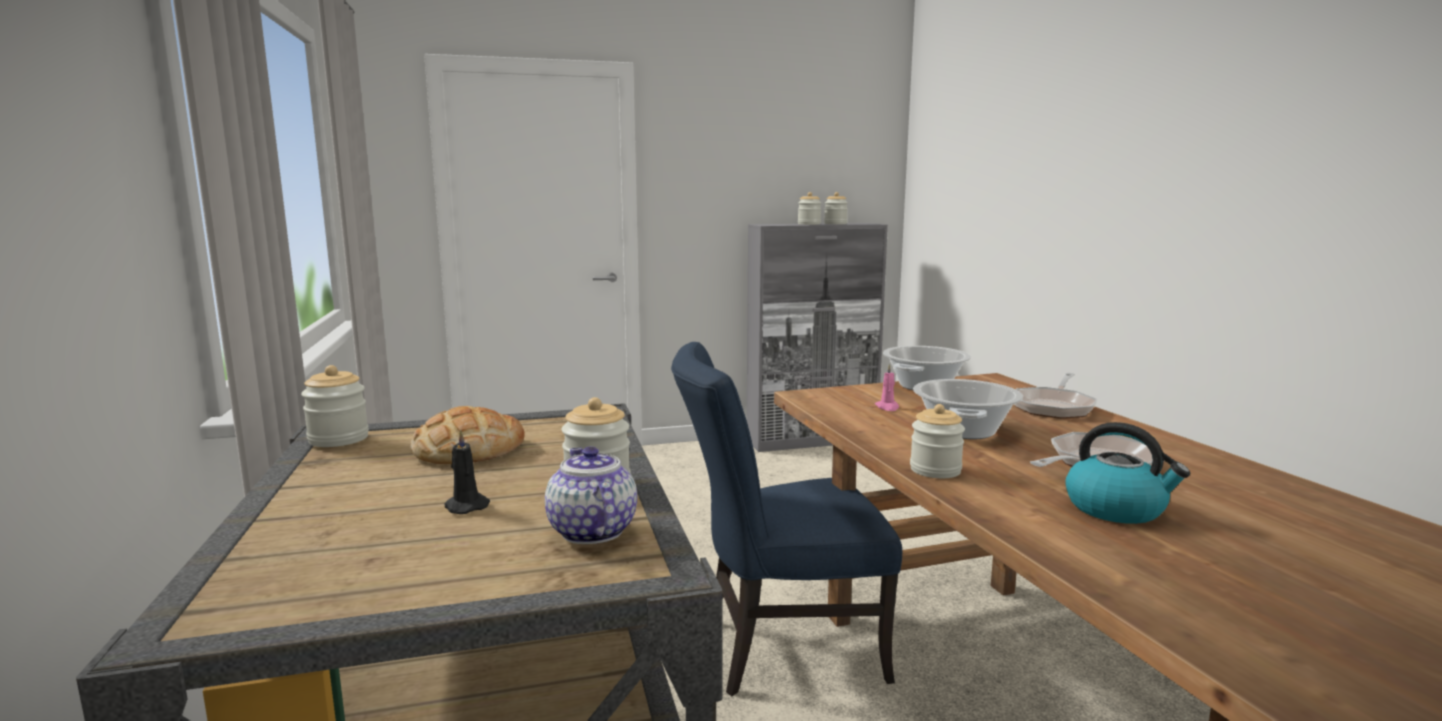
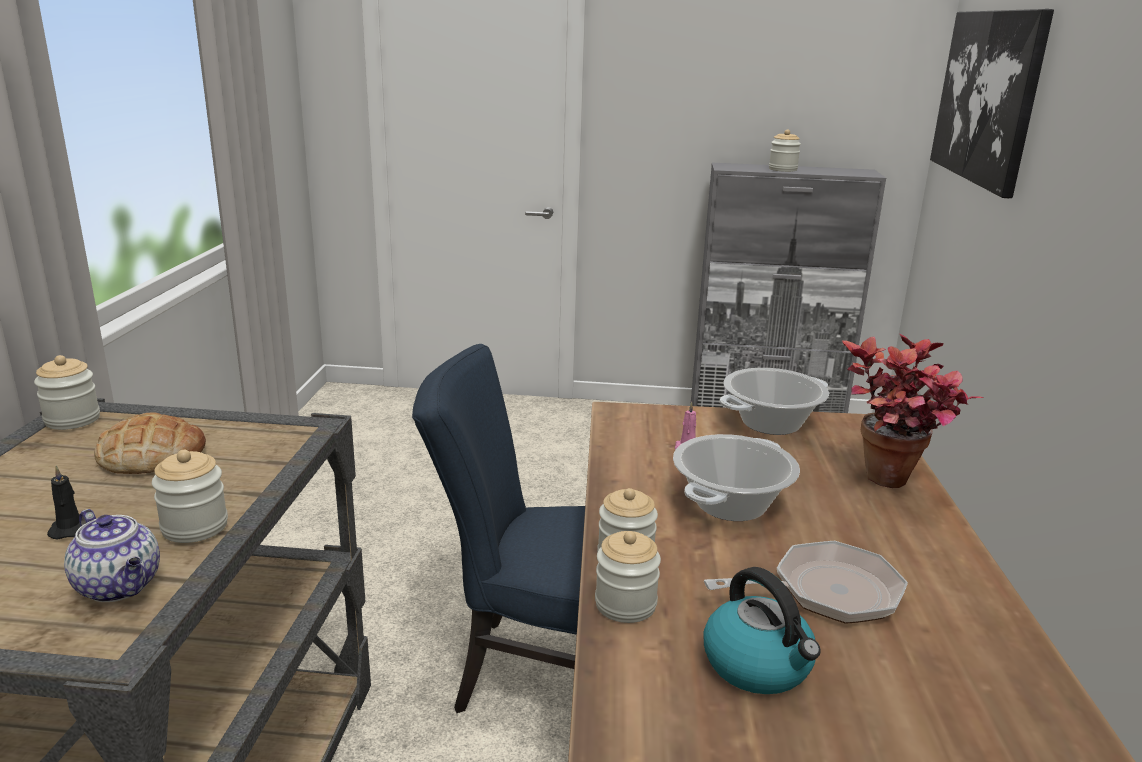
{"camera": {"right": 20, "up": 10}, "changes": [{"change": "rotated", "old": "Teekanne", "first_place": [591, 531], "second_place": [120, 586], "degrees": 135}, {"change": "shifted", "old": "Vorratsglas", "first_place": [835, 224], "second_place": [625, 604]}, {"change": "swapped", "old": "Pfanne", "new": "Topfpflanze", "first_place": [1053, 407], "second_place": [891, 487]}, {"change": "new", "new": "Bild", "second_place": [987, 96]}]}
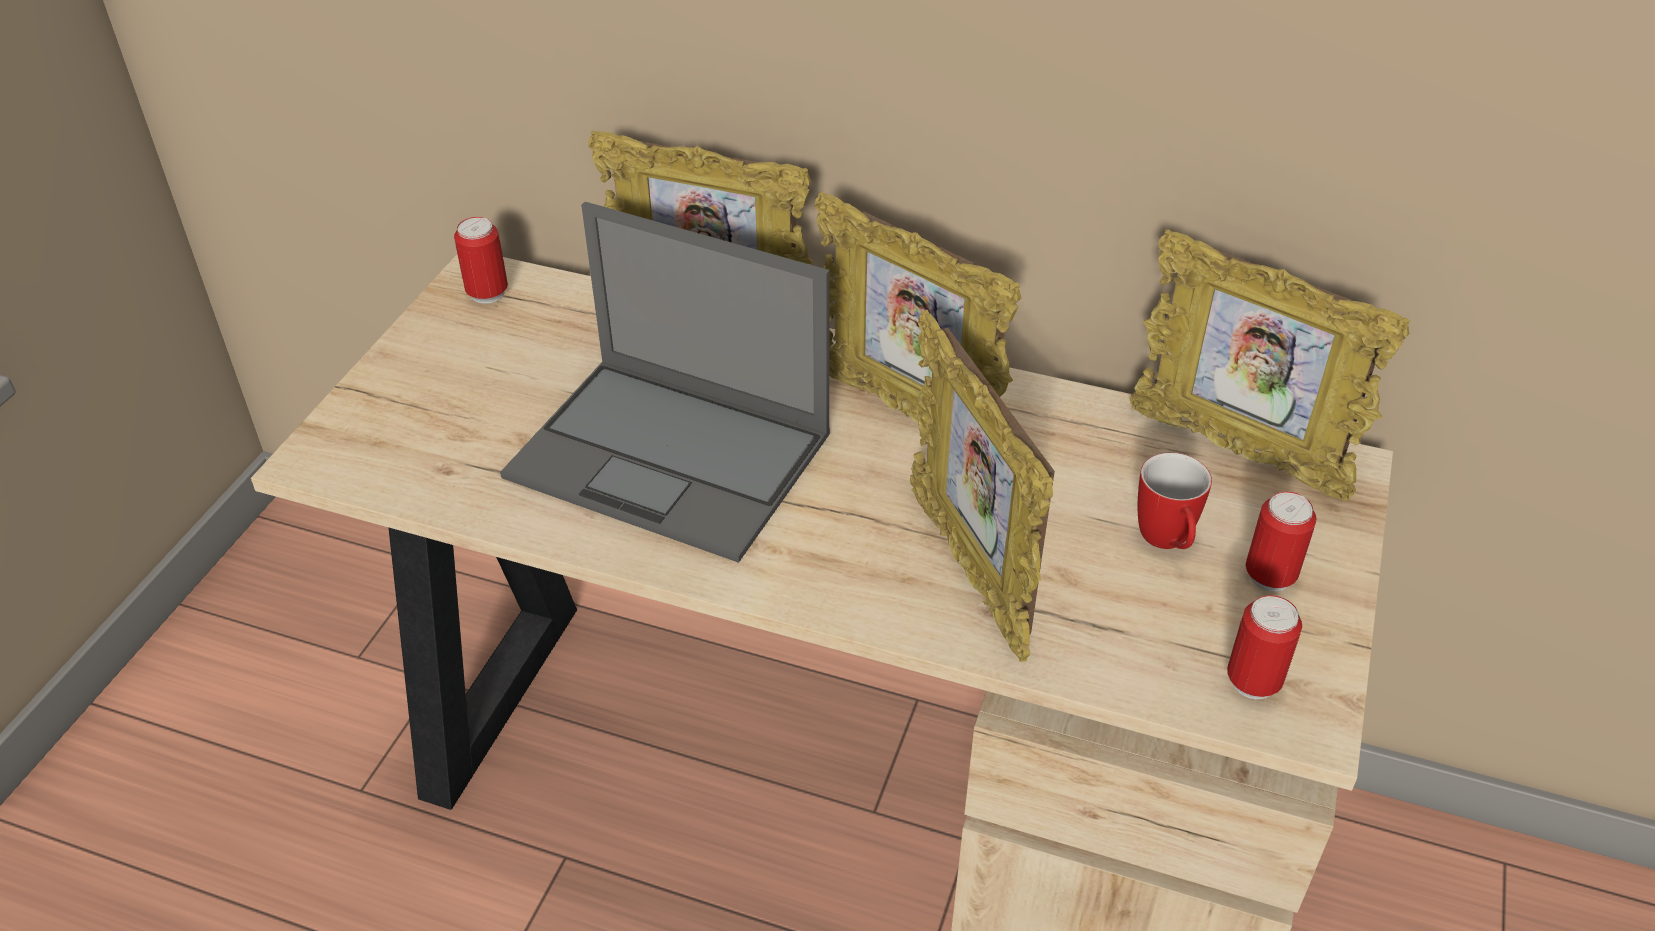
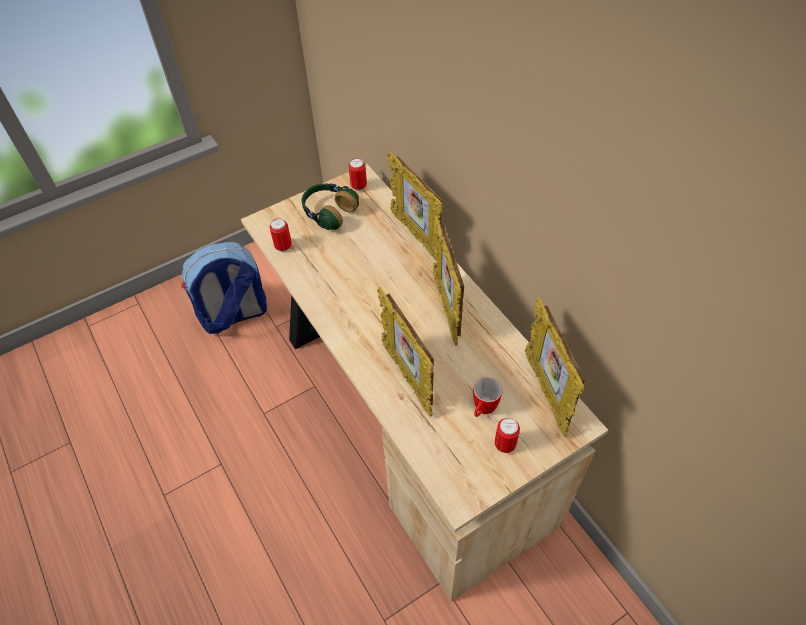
{"camera": {"right": 40, "up": 10}, "changes": [{"change": "new", "new": "Rucksack", "second_place": [234, 315]}, {"change": "shifted", "old": "Dose", "first_place": [1253, 682], "second_place": [283, 246]}, {"change": "new", "new": "Kopfhörer", "second_place": [329, 213]}, {"change": "rotated", "old": "Bilderrahmen", "first_place": [970, 572], "second_place": [408, 378], "degrees": -45}, {"change": "gone", "old": "Laptop", "first_place": [673, 456]}]}
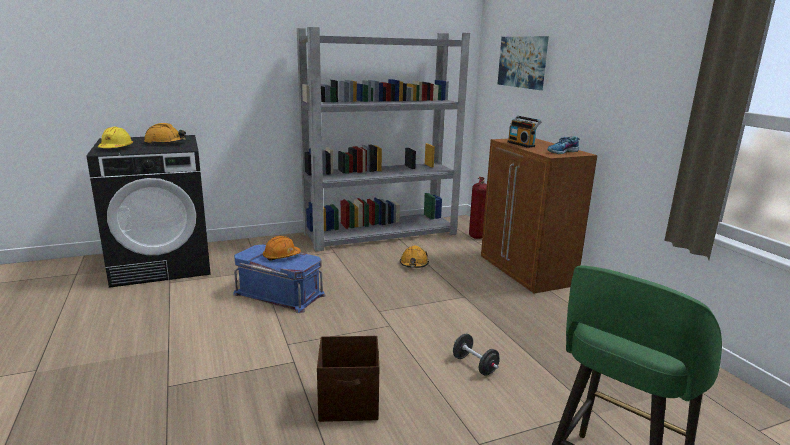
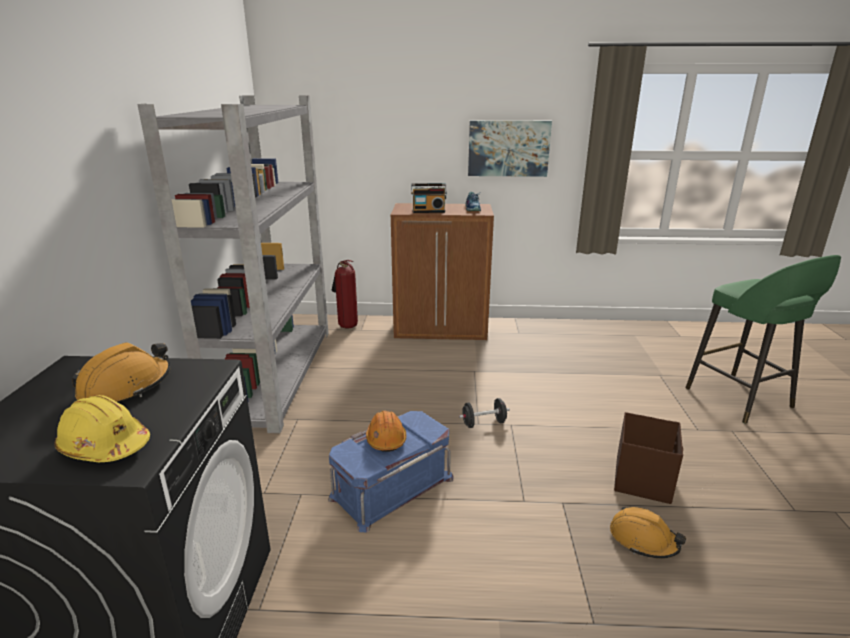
{"camera": {"right": -65, "up": 5}, "changes": [{"change": "shifted", "old": "Hantel [schwarz]", "first_place": [474, 365], "second_place": [483, 423]}, {"change": "shifted", "old": "Bild", "first_place": [523, 62], "second_place": [508, 148]}, {"change": "shifted", "old": "Schutzhelm [orange]", "first_place": [414, 264], "second_place": [643, 540]}]}
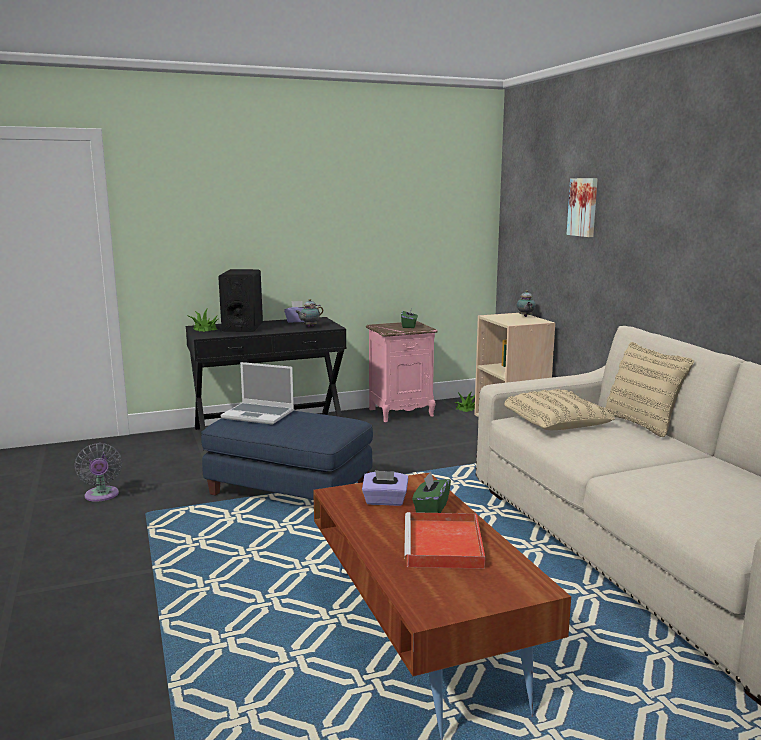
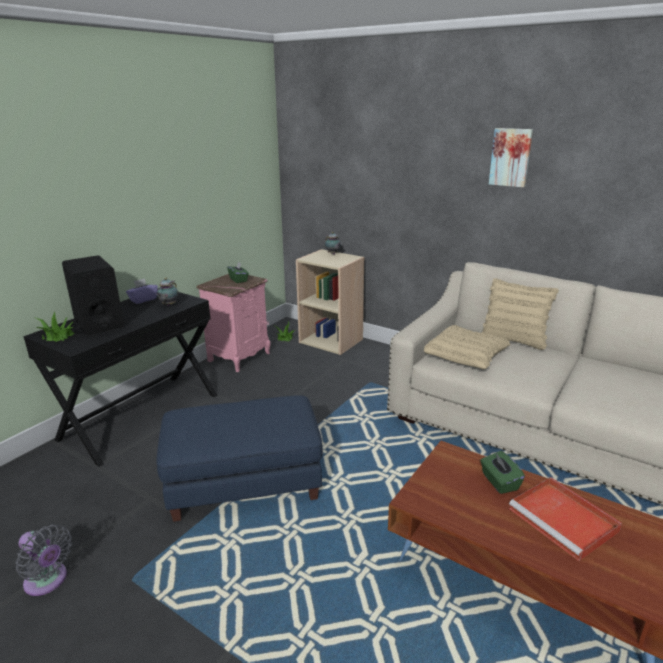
{"camera": {"right": -35, "up": 10}, "changes": [{"change": "shifted", "old": "Bild", "first_place": [583, 207], "second_place": [510, 157]}, {"change": "gone", "old": "Laptop", "first_place": [259, 415]}, {"change": "gone", "old": "Taschentuchbox [lila]", "first_place": [385, 501]}]}
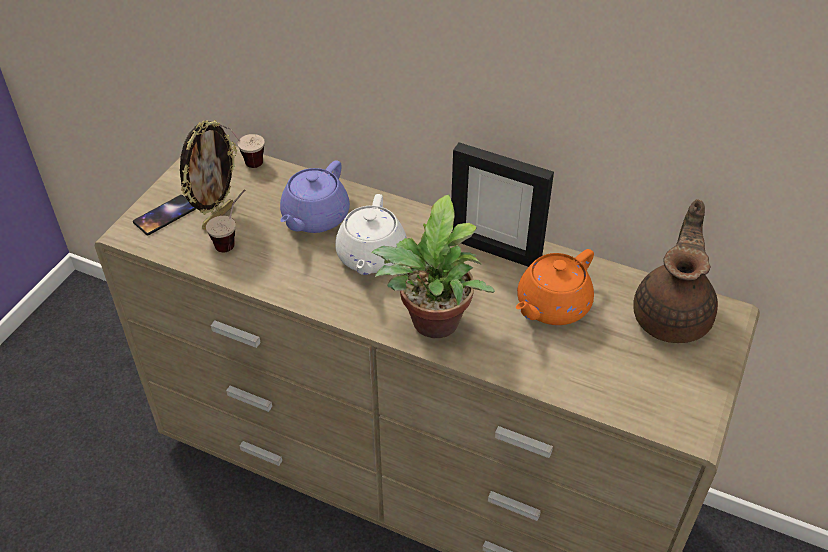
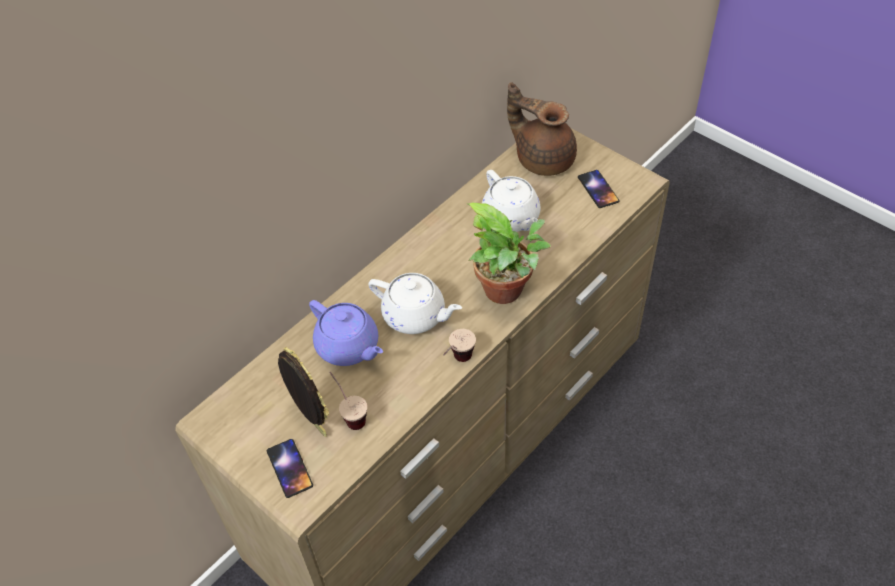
{"camera": {"right": -70, "up": 5}, "changes": [{"change": "shifted", "old": "Tasse", "first_place": [243, 161], "second_place": [457, 363]}, {"change": "repainted", "old": "Teekanne [orange]", "new": "Teekanne [weiß]", "first_place": [551, 306], "second_place": [511, 218]}, {"change": "new", "new": "Handy", "second_place": [598, 189]}, {"change": "gone", "old": "Bilderrahmen", "first_place": [495, 249]}]}
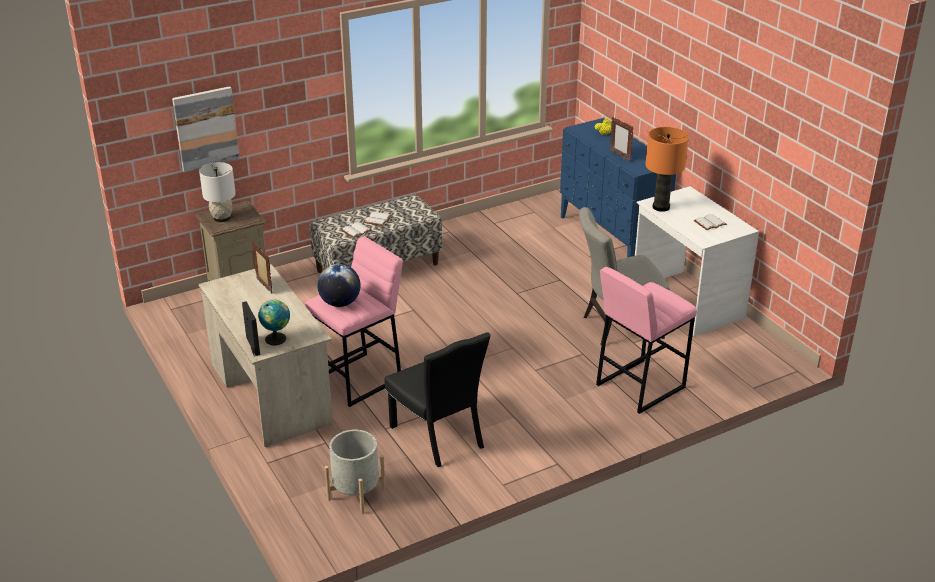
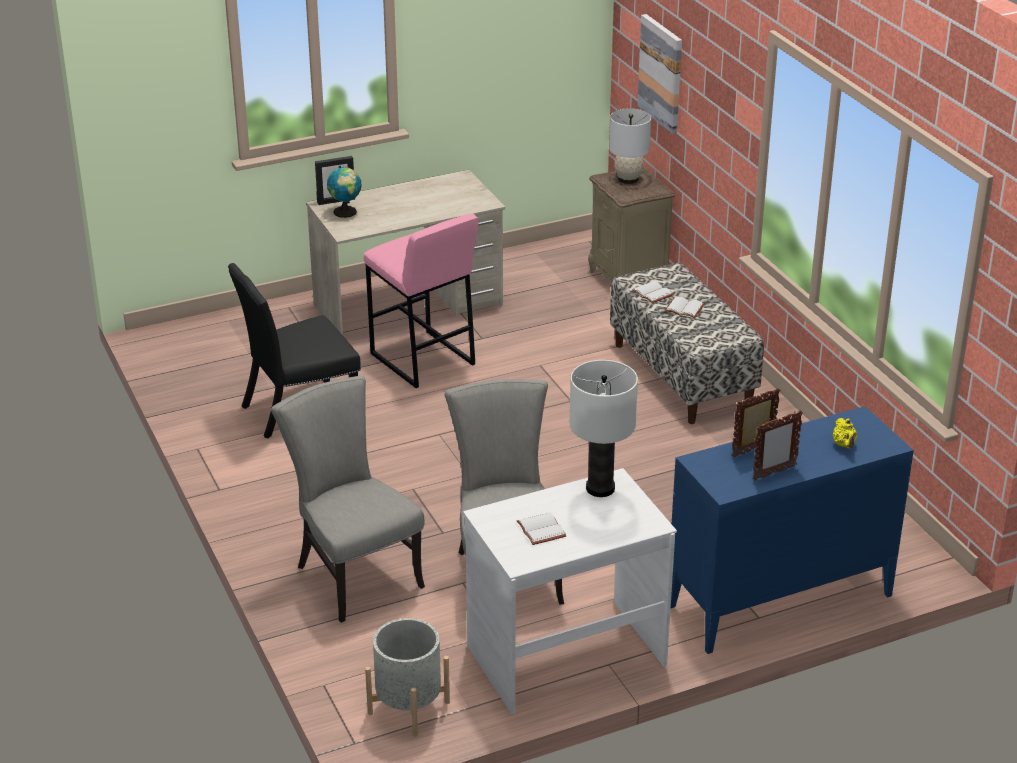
{"camera": {"right": 95, "up": 0}, "changes": [{"change": "swapped", "old": "Hocker [rosa]", "new": "Stuhl [grau]", "first_place": [639, 387], "second_place": [353, 573]}, {"change": "shifted", "old": "Pflanzkübel [grau]", "first_place": [356, 493], "second_place": [408, 707]}, {"change": "repainted", "old": "Tischlampe [orange]", "new": "Tischlampe [weiß]", "first_place": [661, 207], "second_place": [600, 488]}, {"change": "shifted", "old": "Bilderrahmen", "first_place": [264, 286], "second_place": [774, 473]}, {"change": "gone", "old": "Globus", "first_place": [340, 303]}]}
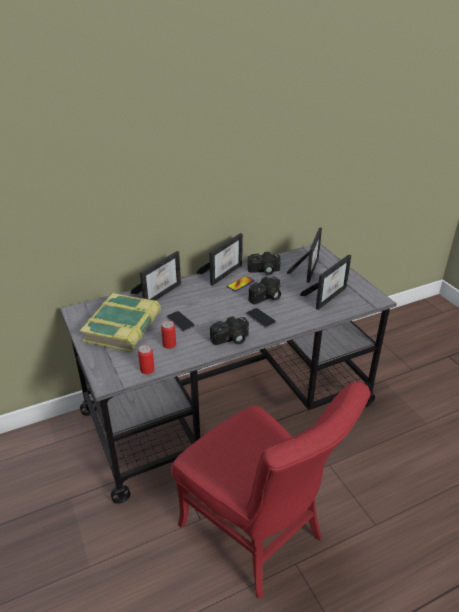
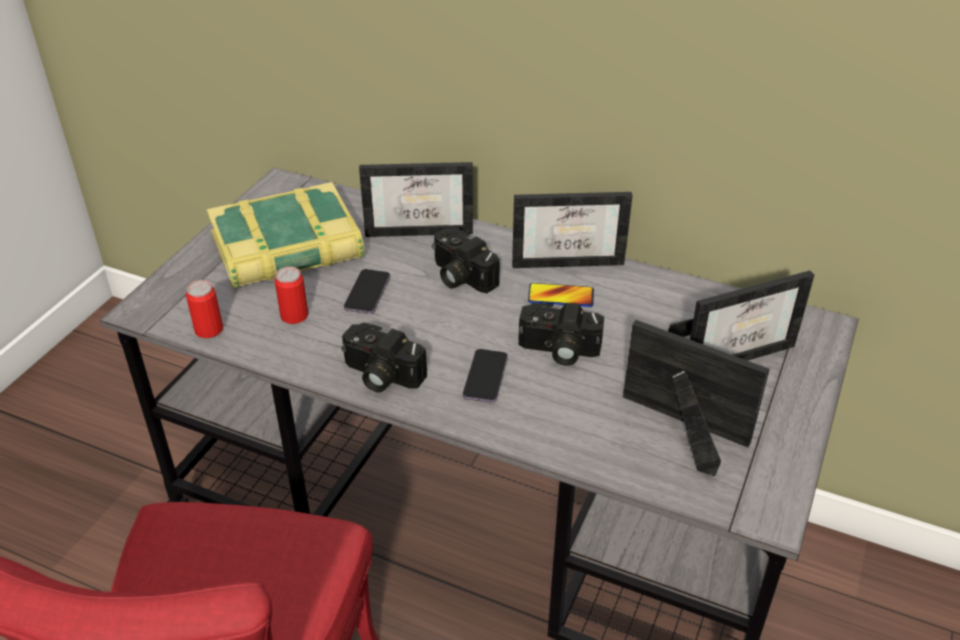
{"camera": {"right": 50, "up": 5}, "changes": [{"change": "shifted", "old": "Kamera", "first_place": [263, 271], "second_place": [459, 276]}, {"change": "rotated", "old": "Bilderrahmen", "first_place": [327, 295], "second_place": [677, 427], "degrees": -150}]}
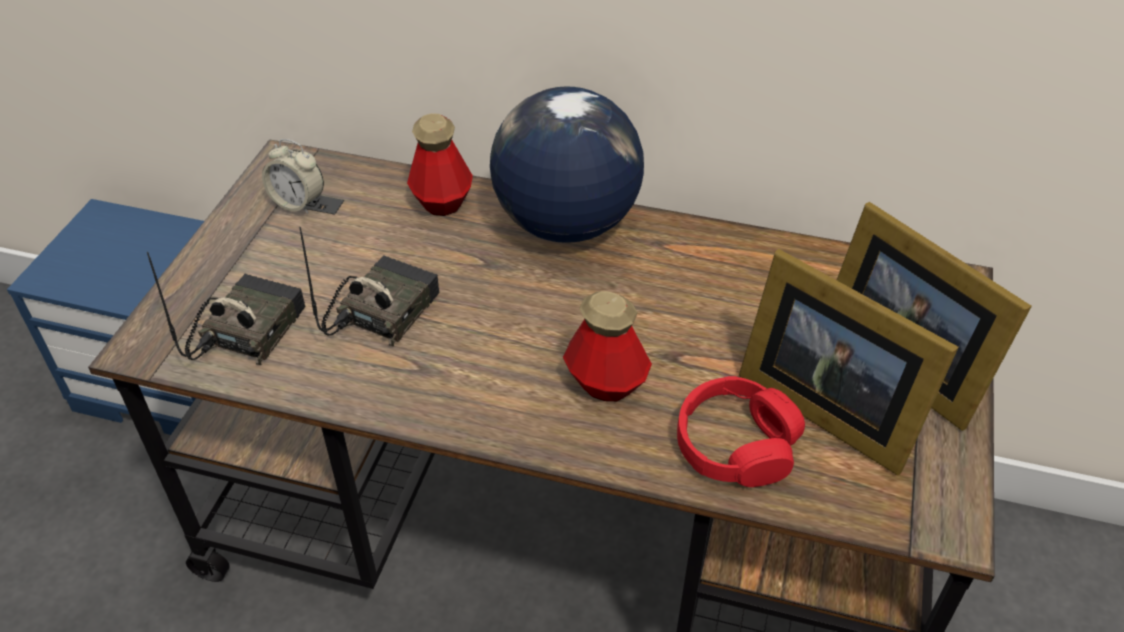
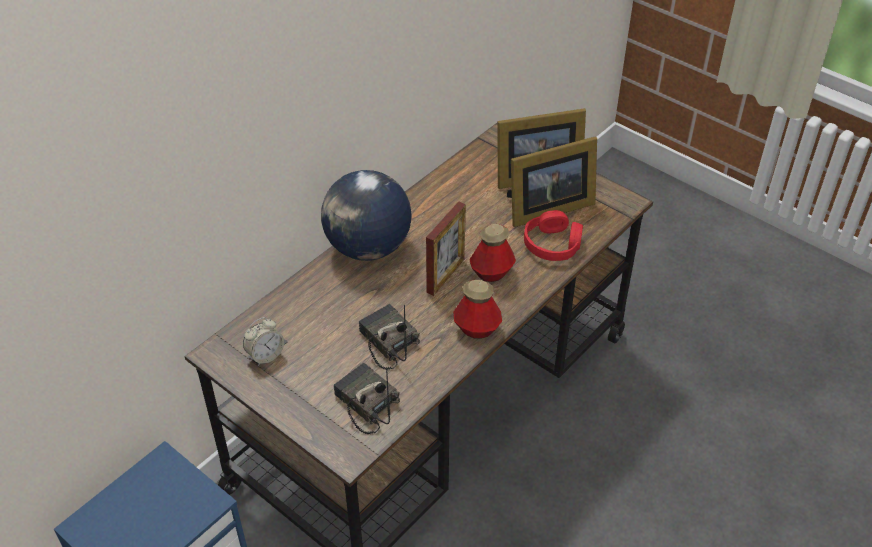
{"camera": {"right": -65, "up": 0}, "changes": [{"change": "new", "new": "Bilderrahmen", "second_place": [445, 275]}, {"change": "shifted", "old": "Flasche", "first_place": [442, 201], "second_place": [477, 329]}]}
